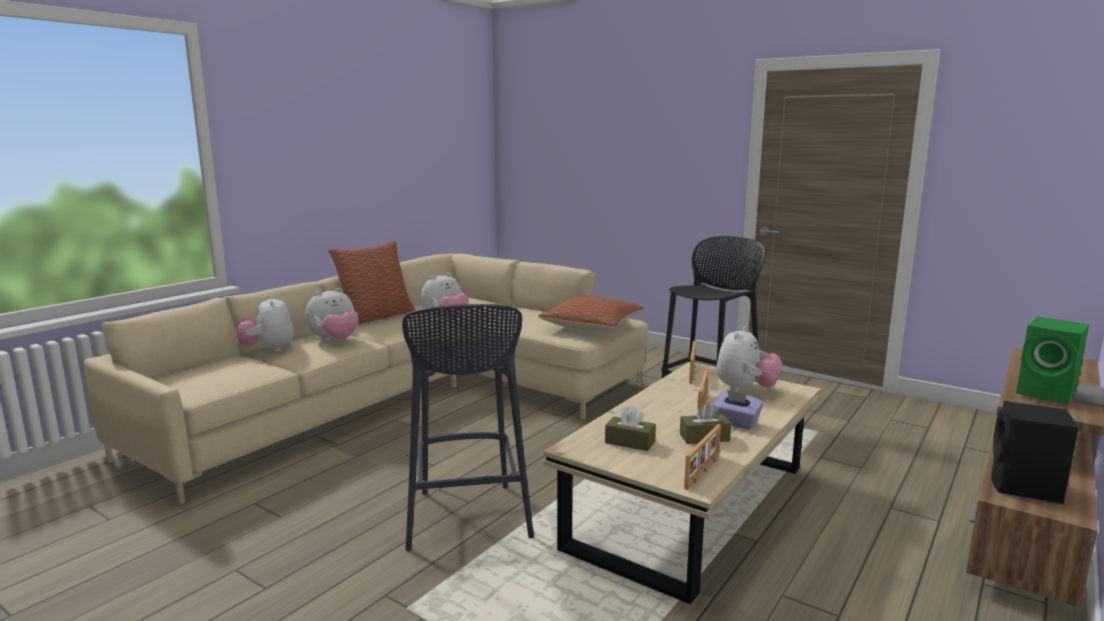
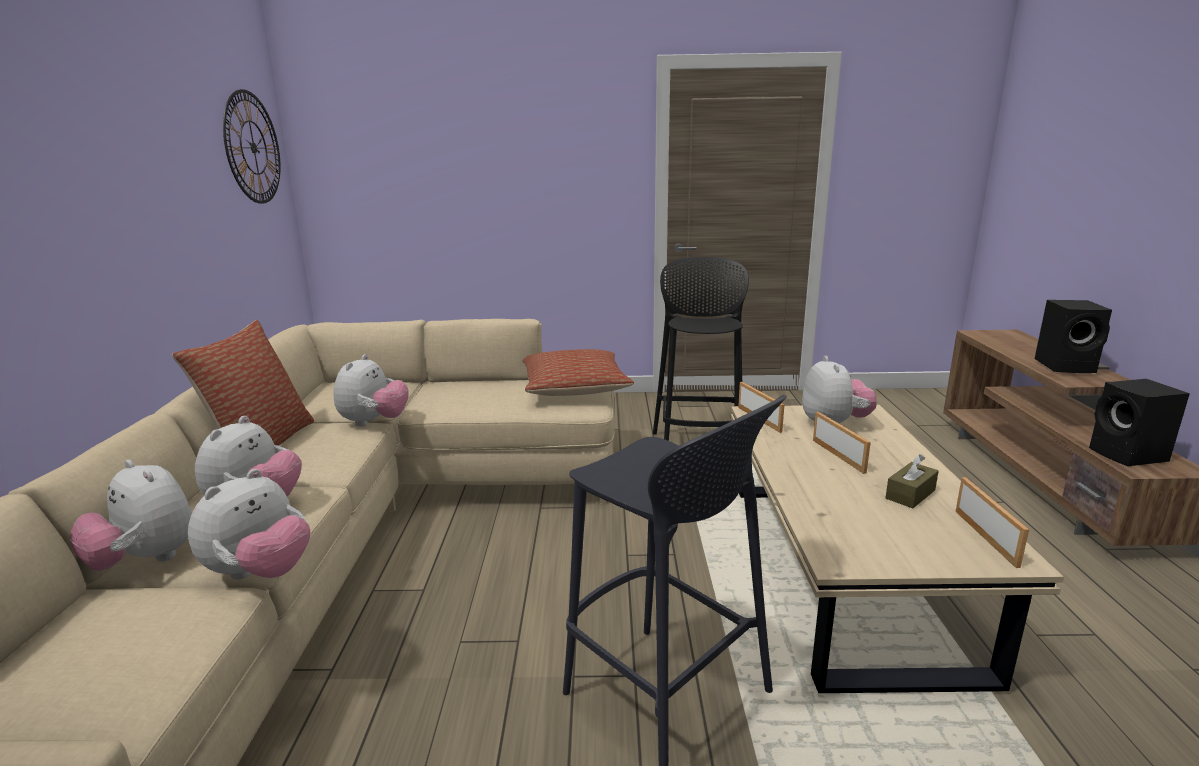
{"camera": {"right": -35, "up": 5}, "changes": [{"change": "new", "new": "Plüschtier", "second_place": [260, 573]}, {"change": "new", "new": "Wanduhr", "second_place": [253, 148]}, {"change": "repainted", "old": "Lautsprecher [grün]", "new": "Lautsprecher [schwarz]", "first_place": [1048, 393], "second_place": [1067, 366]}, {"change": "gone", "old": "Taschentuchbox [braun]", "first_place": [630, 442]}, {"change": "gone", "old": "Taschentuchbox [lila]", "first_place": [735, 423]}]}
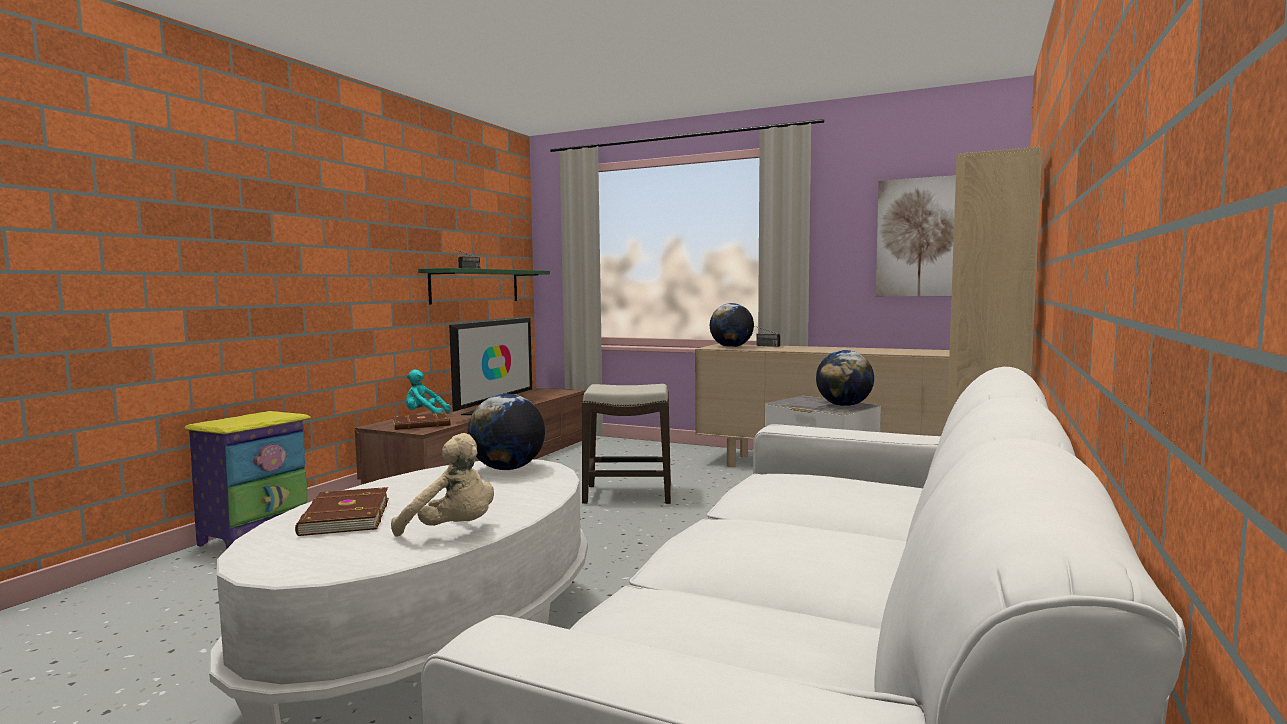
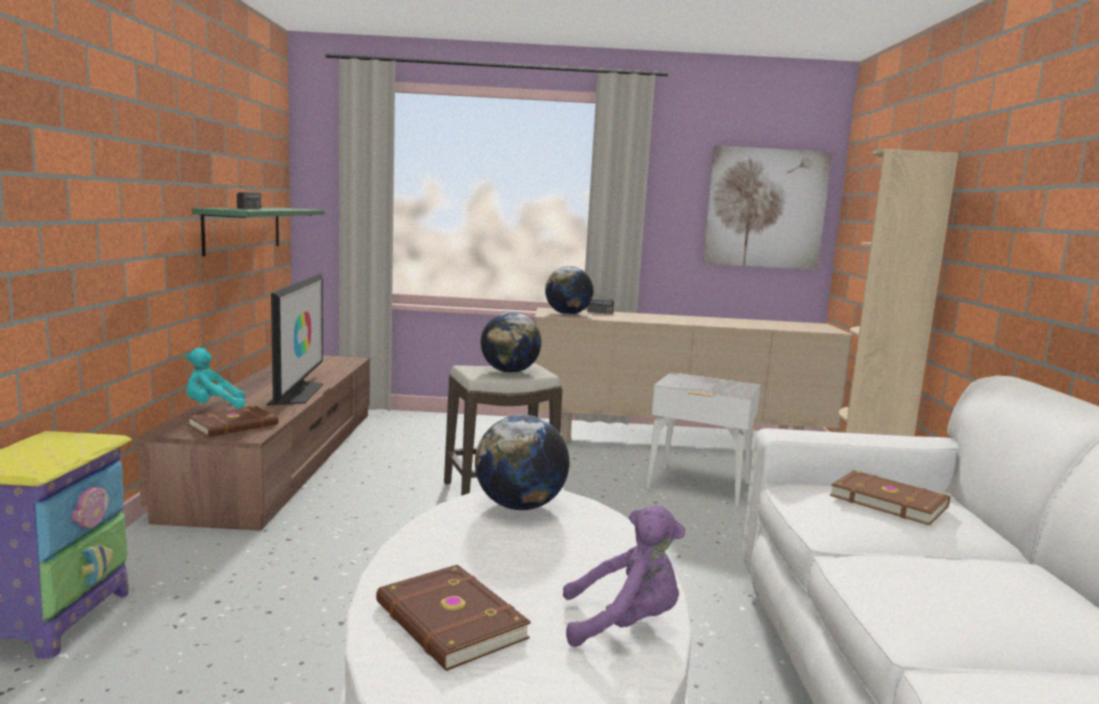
{"camera": {"right": -25, "up": 5}, "changes": [{"change": "shifted", "old": "Globus", "first_place": [844, 405], "second_place": [509, 372]}, {"change": "repainted", "old": "Plüschtier [beige]", "new": "Plüschtier [lila]", "first_place": [453, 531], "second_place": [624, 624]}, {"change": "new", "new": "Buch [braun]", "second_place": [888, 501]}]}
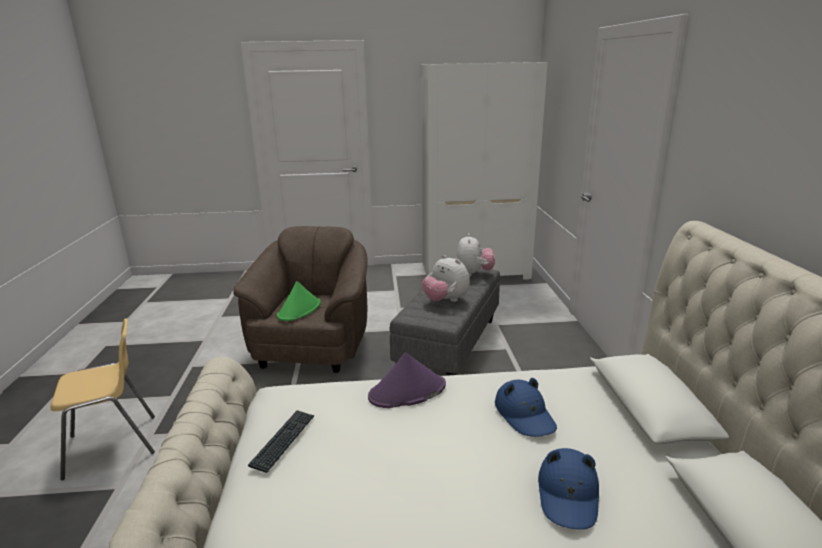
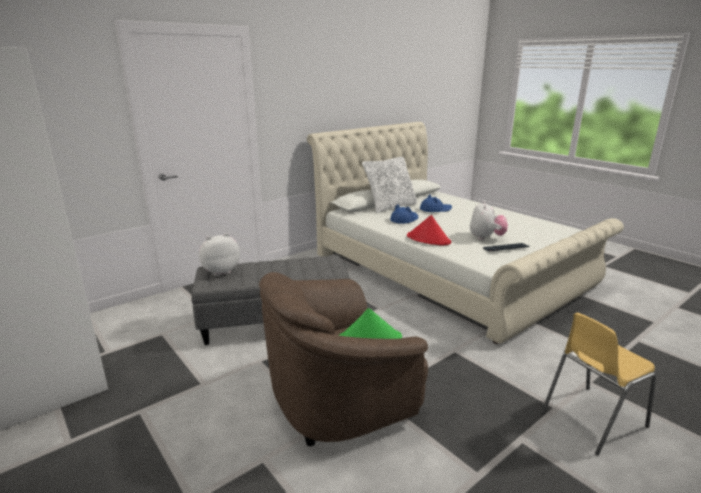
{"camera": {"right": -125, "up": 0}, "changes": [{"change": "new", "new": "Kissen [weiß]", "second_place": [390, 206]}, {"change": "repainted", "old": "Hut [lila]", "new": "Hut [rot]", "first_place": [407, 391], "second_place": [428, 239]}, {"change": "shifted", "old": "Plüschtier", "first_place": [445, 300], "second_place": [486, 238]}, {"change": "rotated", "old": "Stuhl [gelb]", "first_place": [113, 445], "second_place": [591, 419], "degrees": -60}]}
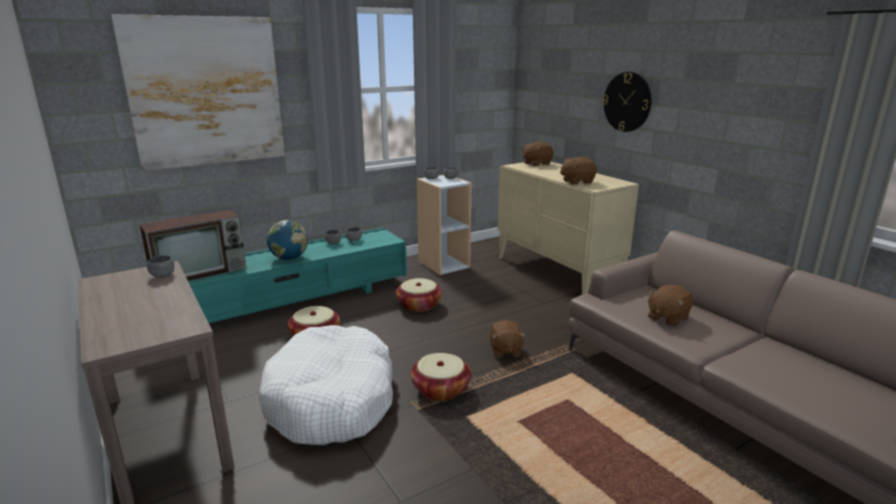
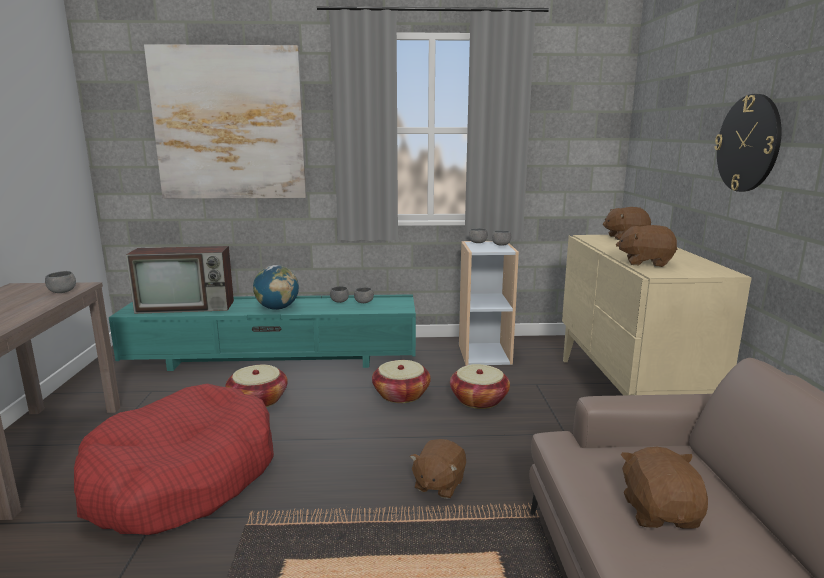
{"camera": {"right": 30, "up": -5}, "changes": [{"change": "repainted", "old": "Hundebett [weiß]", "new": "Hundebett [rot]", "first_place": [331, 400], "second_place": [182, 477]}, {"change": "shifted", "old": "Korb", "first_place": [440, 390], "second_place": [479, 400]}, {"change": "rotated", "old": "Plüschtier [braun]", "first_place": [667, 318], "second_place": [660, 513], "degrees": 105}]}
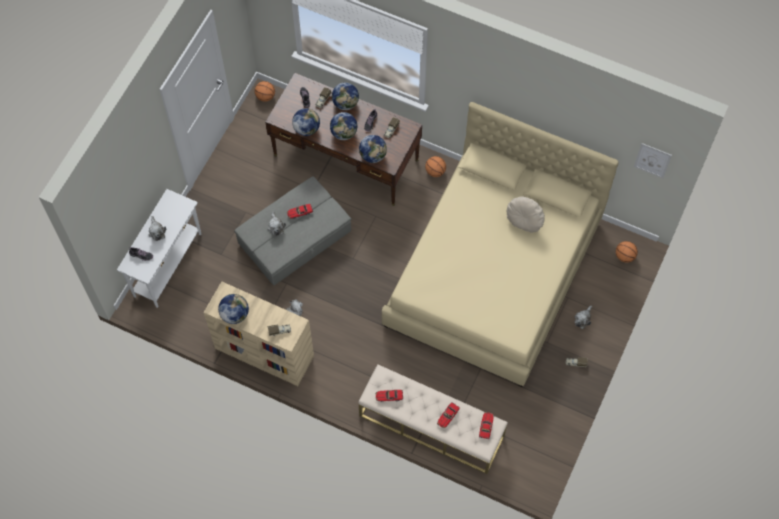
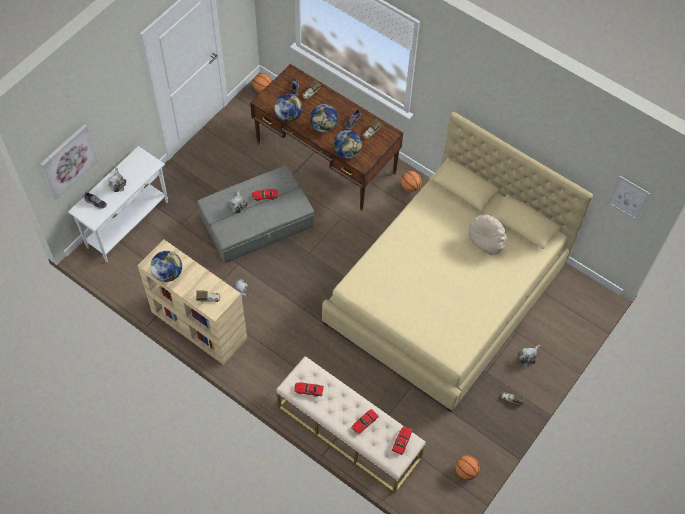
{"camera": {"right": 10, "up": -5}, "changes": [{"change": "new", "new": "Bild", "second_place": [68, 161]}, {"change": "shifted", "old": "Basketball", "first_place": [624, 256], "second_place": [465, 471]}, {"change": "gone", "old": "Globus", "first_place": [346, 103]}]}
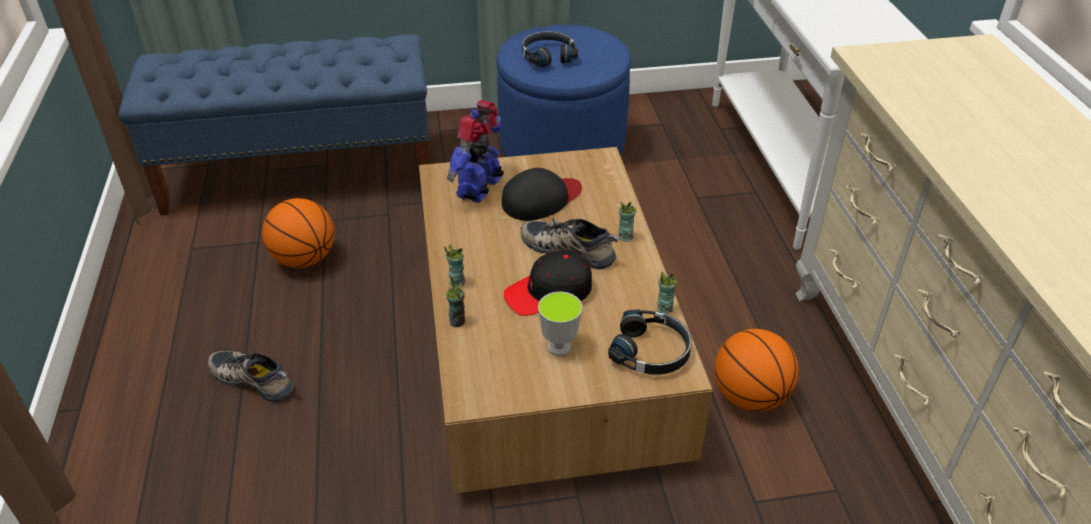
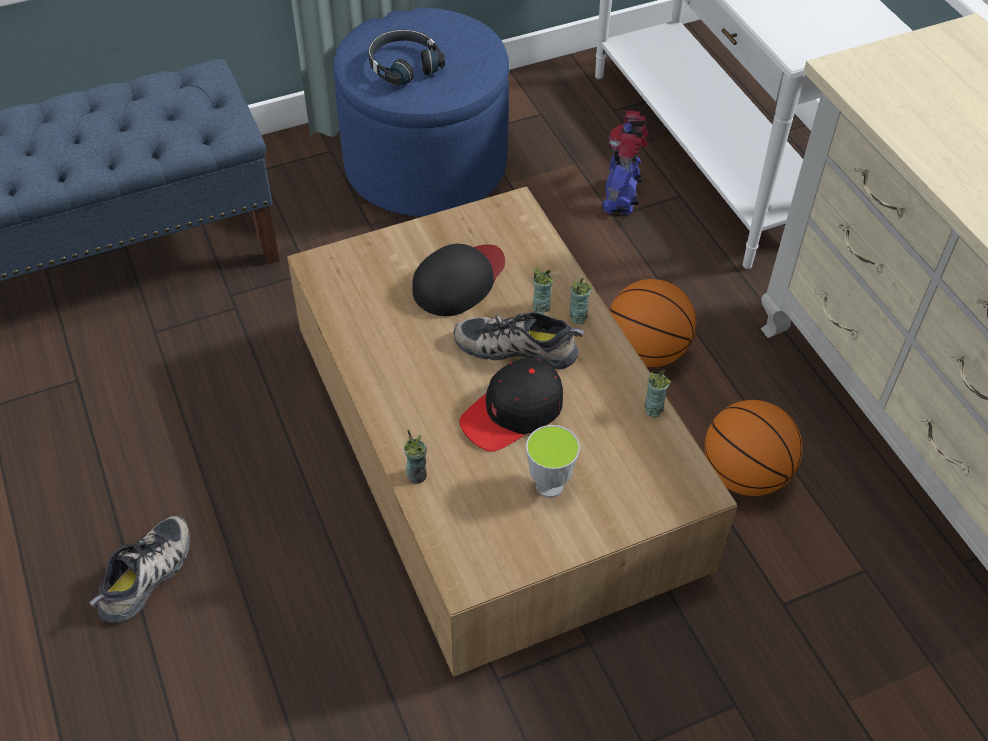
{"camera": {"right": -15, "up": 10}, "changes": [{"change": "rotated", "old": "Schuh", "first_place": [254, 379], "second_place": [148, 576], "degrees": 105}, {"change": "shifted", "old": "Tasse", "first_place": [456, 282], "second_place": [541, 307]}, {"change": "shifted", "old": "Spielzeugroboter", "first_place": [481, 188], "second_place": [621, 197]}, {"change": "shifted", "old": "Basketball", "first_place": [304, 259], "second_place": [646, 351]}, {"change": "gone", "old": "Kopfhörer [schwarz]", "first_place": [651, 351]}]}
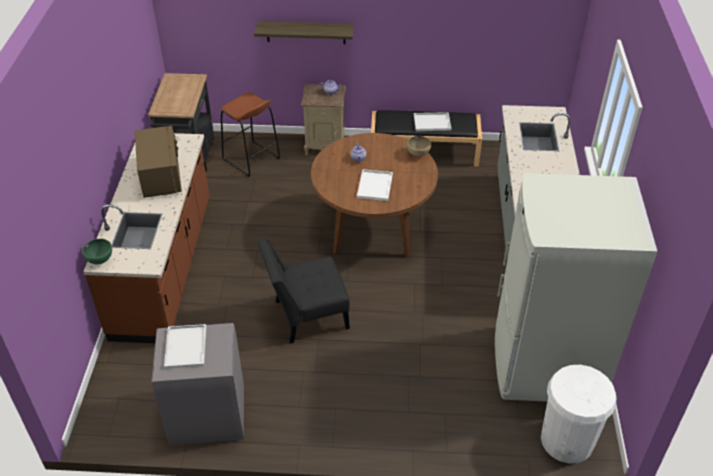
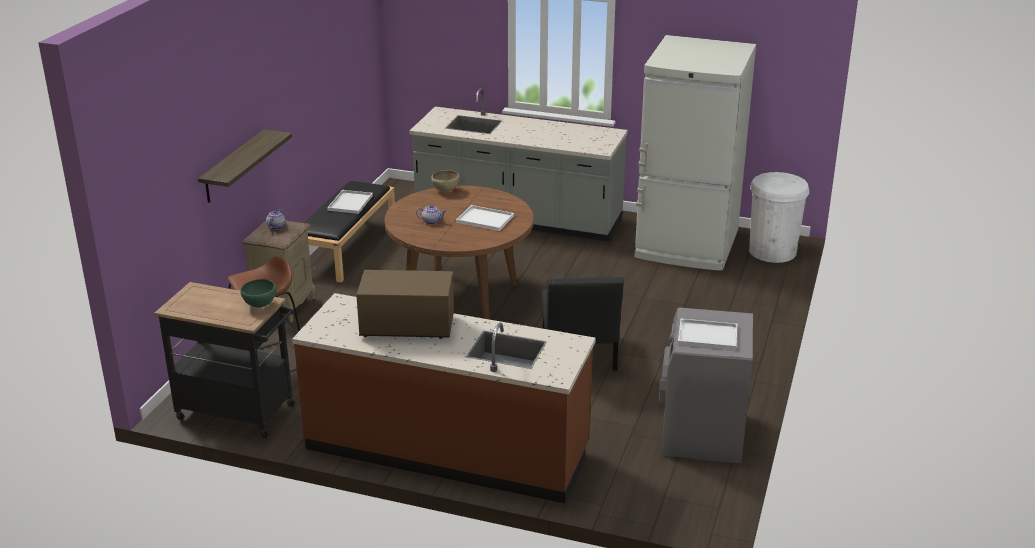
{"camera": {"right": -75, "up": -15}, "changes": [{"change": "shifted", "old": "Schüssel [grün]", "first_place": [100, 260], "second_place": [260, 305]}]}
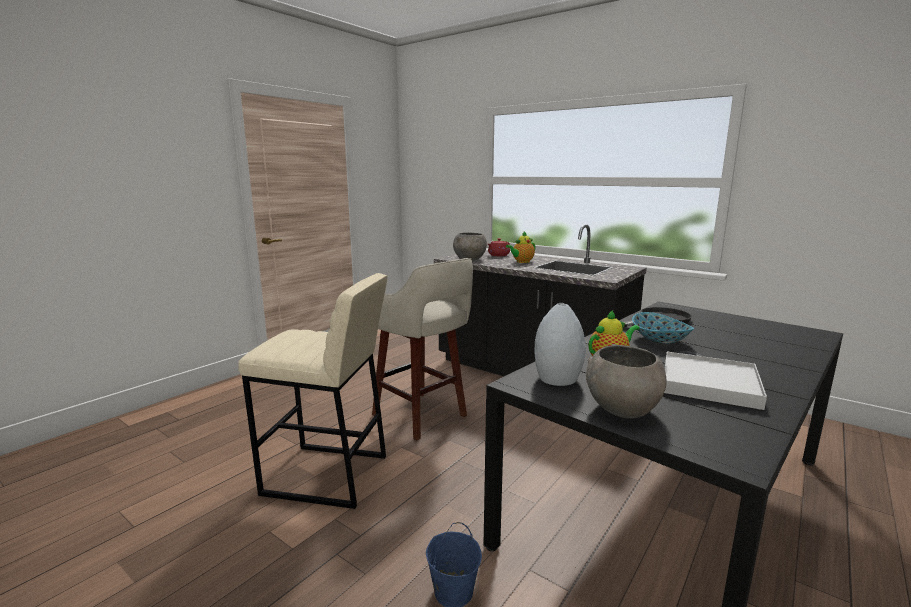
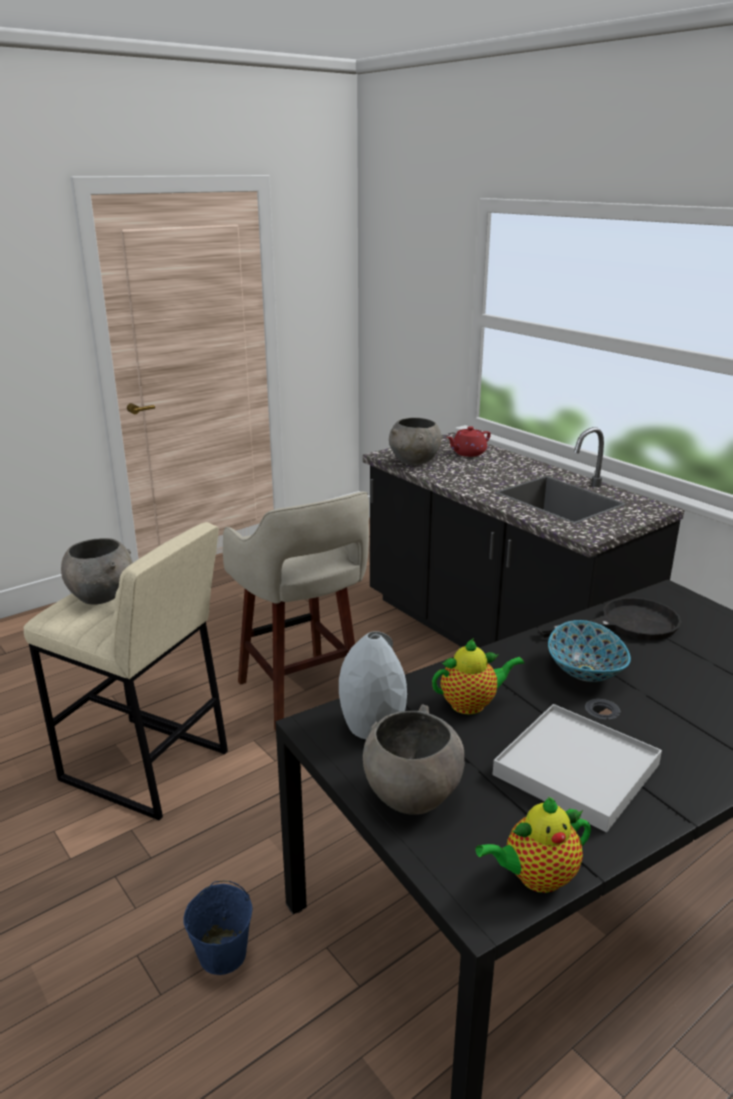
{"camera": {"right": 15, "up": 10}, "changes": [{"change": "new", "new": "Schüssel [grau]", "second_place": [101, 596]}, {"change": "shifted", "old": "Teekanne", "first_place": [521, 262], "second_place": [535, 877]}]}
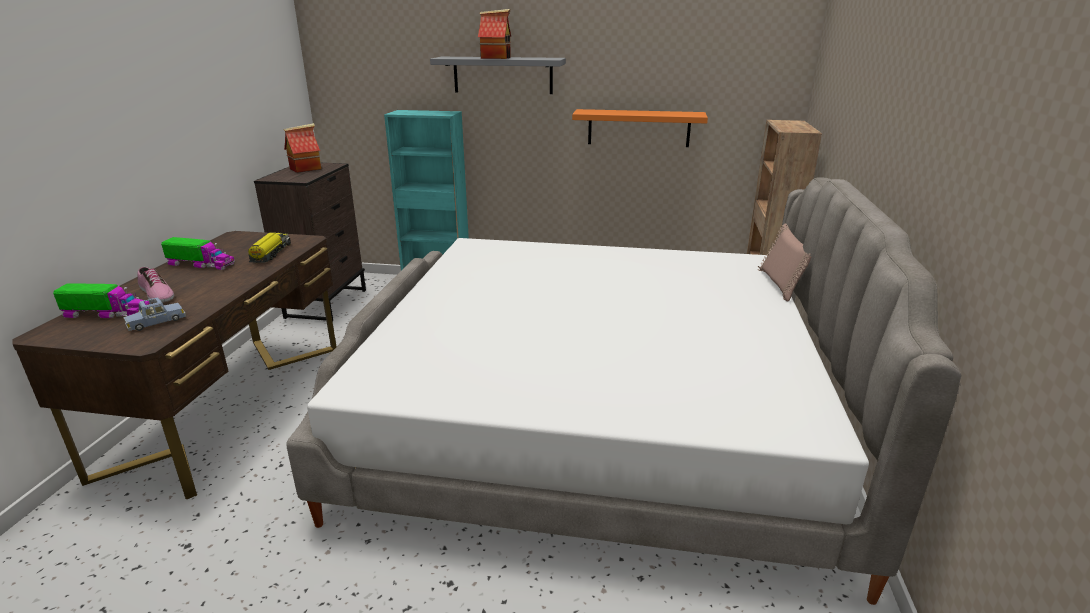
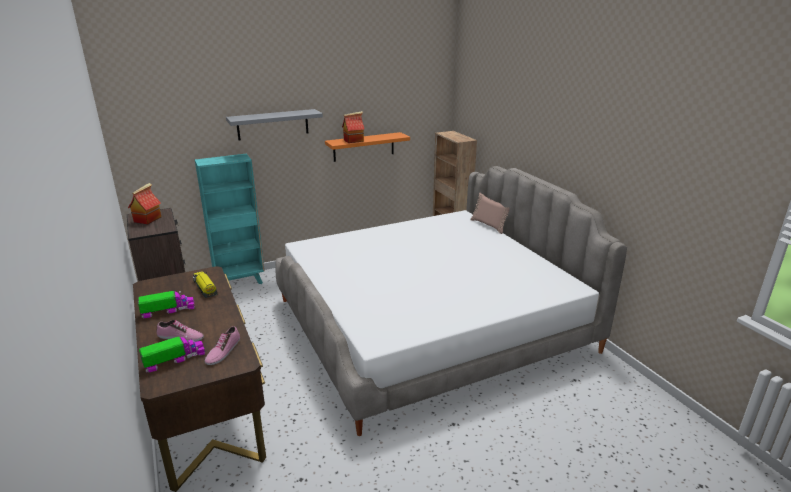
{"camera": {"right": -35, "up": 0}, "changes": [{"change": "swapped", "old": "Spielzeugauto [blau]", "new": "Schuh", "first_place": [156, 322], "second_place": [223, 351]}, {"change": "shifted", "old": "Spielzeughaus", "first_place": [496, 58], "second_place": [353, 140]}]}
